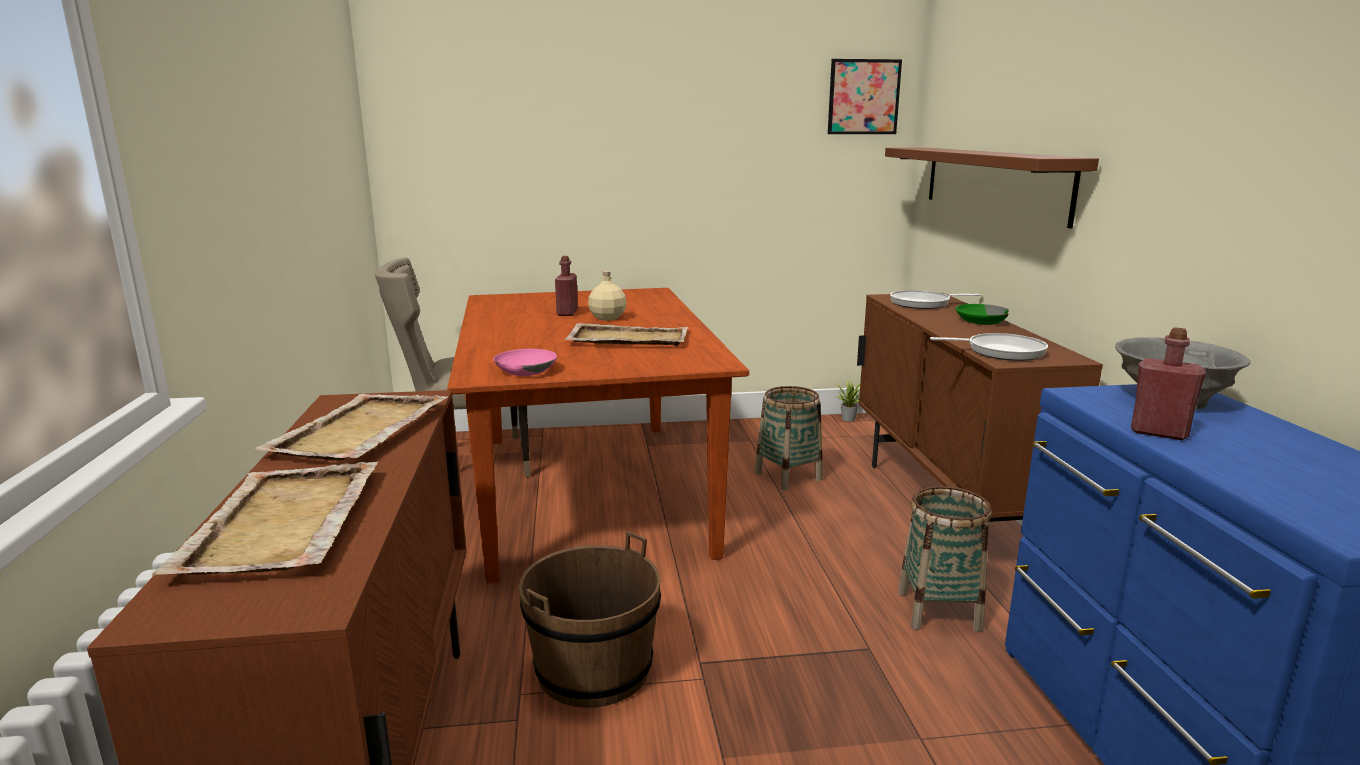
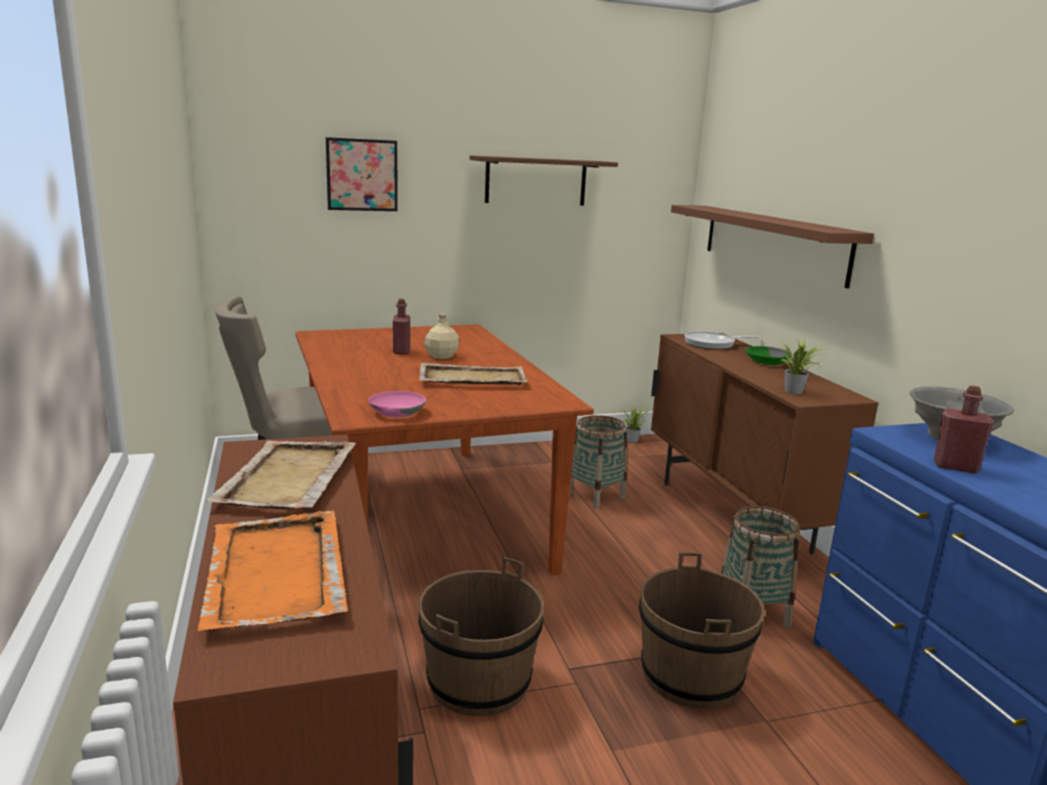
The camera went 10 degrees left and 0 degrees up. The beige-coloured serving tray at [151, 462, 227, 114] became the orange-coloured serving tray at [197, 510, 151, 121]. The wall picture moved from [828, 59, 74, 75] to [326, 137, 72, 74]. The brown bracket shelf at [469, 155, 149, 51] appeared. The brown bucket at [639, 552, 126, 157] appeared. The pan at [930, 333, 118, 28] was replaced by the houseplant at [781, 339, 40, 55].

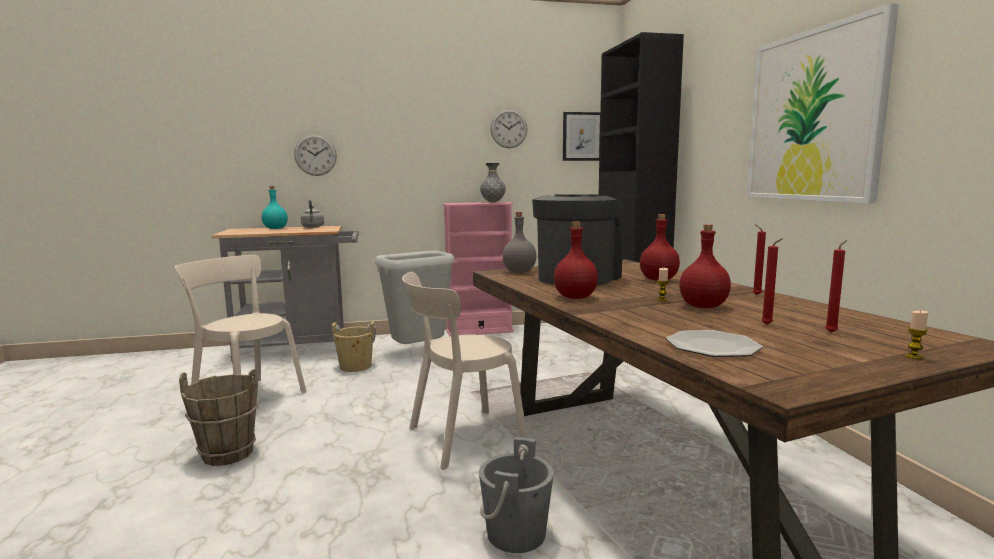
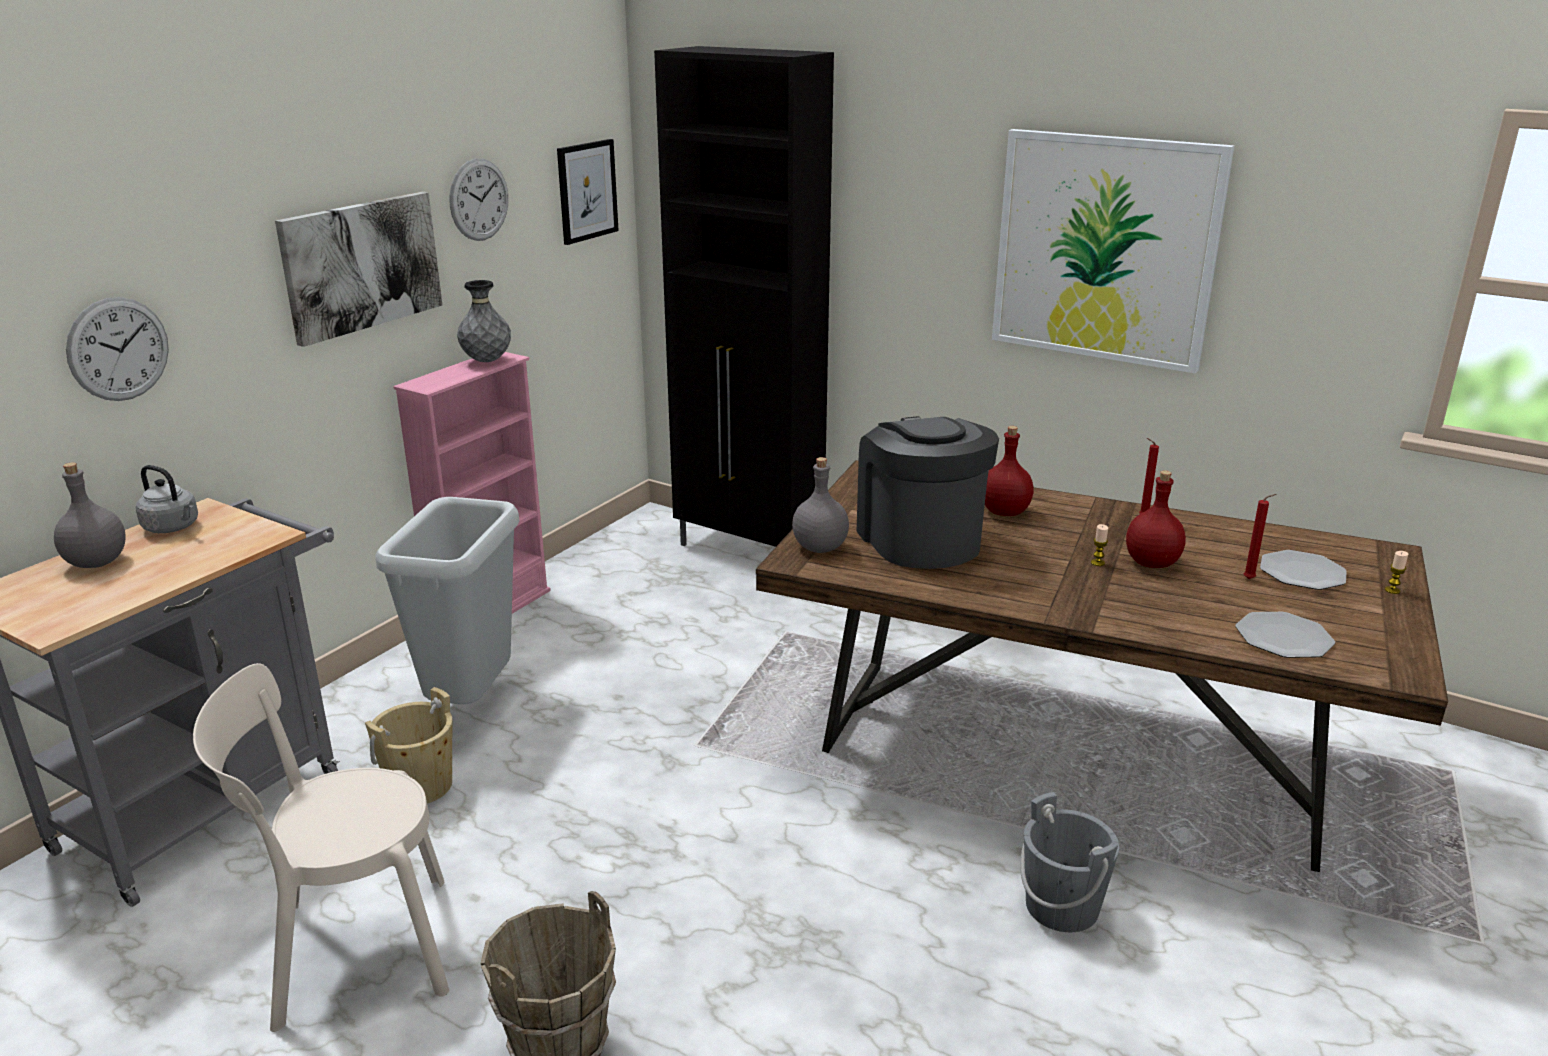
The camera went 45 degrees left and 15 degrees up. The blue-green drink bottle at [262, 186, 26, 43] became the gray drink bottle at [54, 462, 72, 106]. The wall picture at [275, 192, 167, 155] appeared. The reddish candle at [825, 240, 22, 93] was replaced by the dinner plate at [1260, 550, 87, 40]. The beige-coloured chair at [402, 272, 125, 198] disappeared. The reddish drink bottle at [554, 221, 44, 78] disappeared.

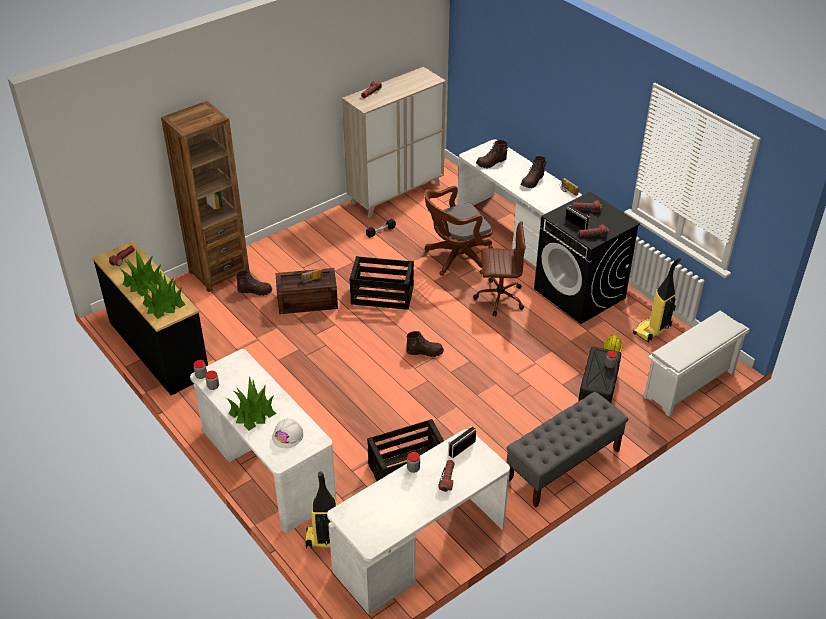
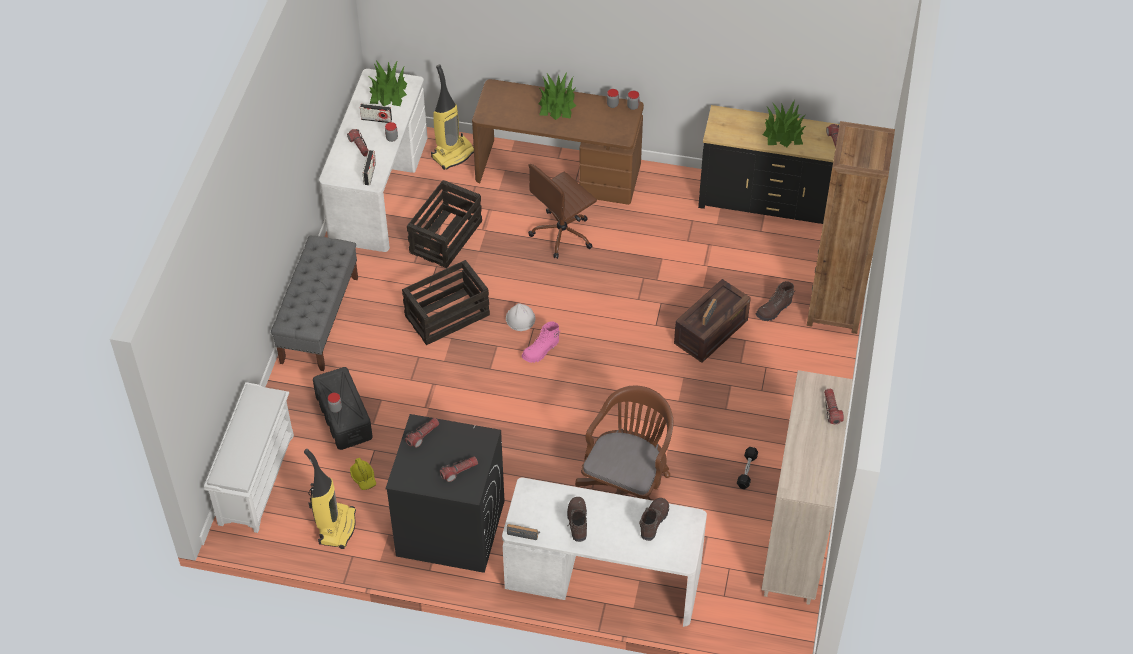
The camera went 140 degrees right and 10 degrees up. The radio receiver moved from [565, 205, 25, 25] to [360, 104, 32, 19]. The houseplant moved from [140, 271, 46, 48] to [369, 61, 38, 45]. The crate moved from [349, 256, 65, 54] to [402, 260, 88, 85]. The white desk unit at [190, 349, 147, 183] became the brown desk unit at [472, 79, 172, 126]. The white work helmet moved from [272, 418, 32, 30] to [506, 303, 29, 28]. The brown boot at [406, 331, 38, 26] became the pink boot at [522, 321, 39, 42]. The brown computer chair moved from [473, 221, 53, 96] to [528, 164, 69, 95].

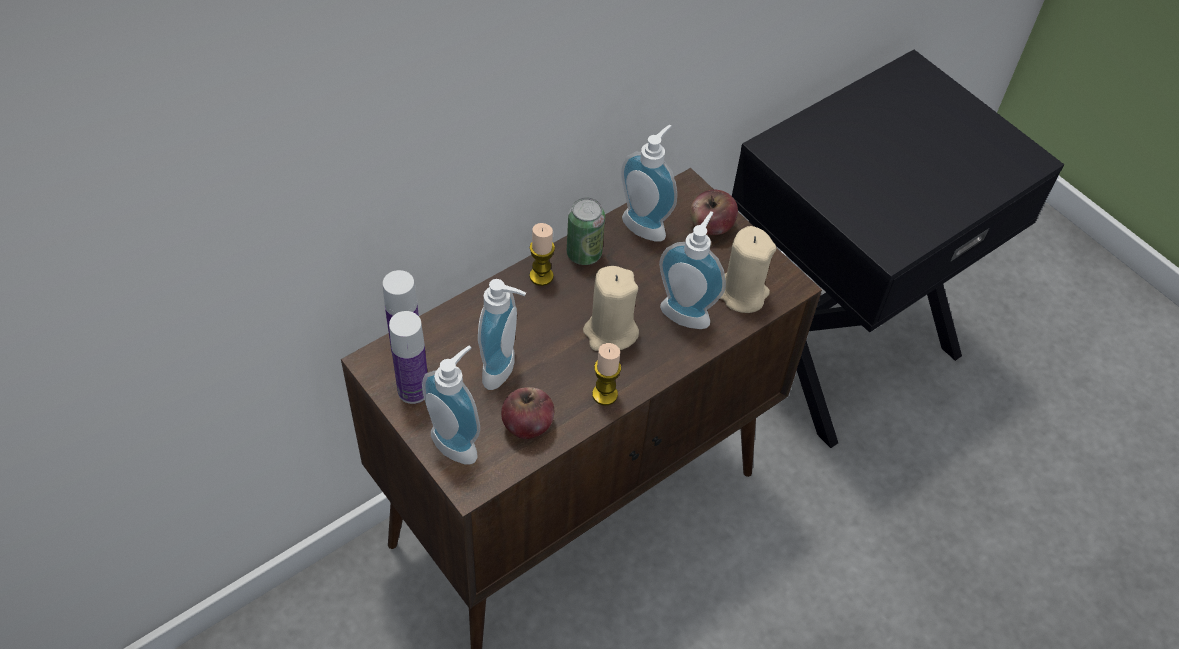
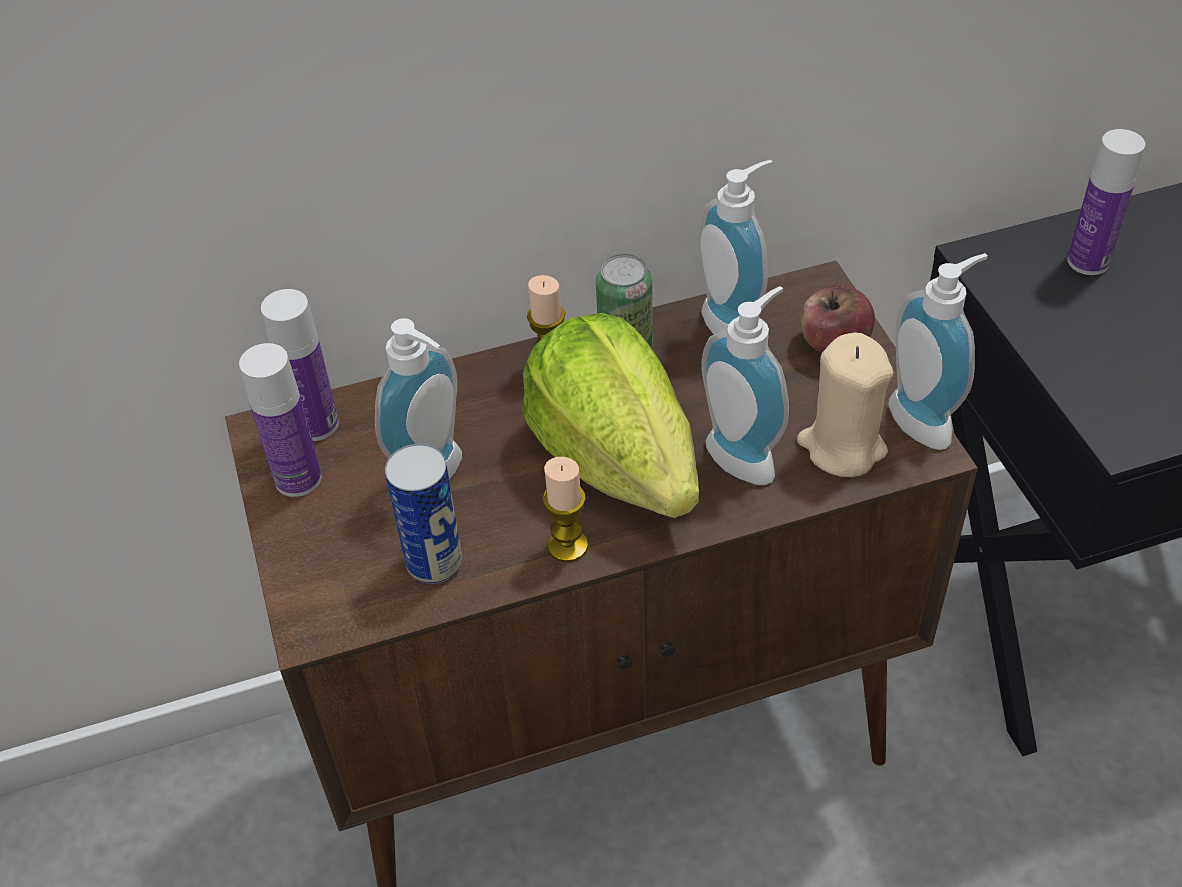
The camera went 25 degrees right and 5 degrees down. The apple fruit at [501, 387, 53, 52] was replaced by the metal can at [385, 444, 77, 140]. The beige-coloured candle at [583, 266, 56, 85] was replaced by the lettuce head at [522, 313, 177, 205]. The soap bottle moved from [422, 345, 58, 119] to [888, 253, 100, 197]. The drink bottle at [1067, 129, 78, 146] appeared.

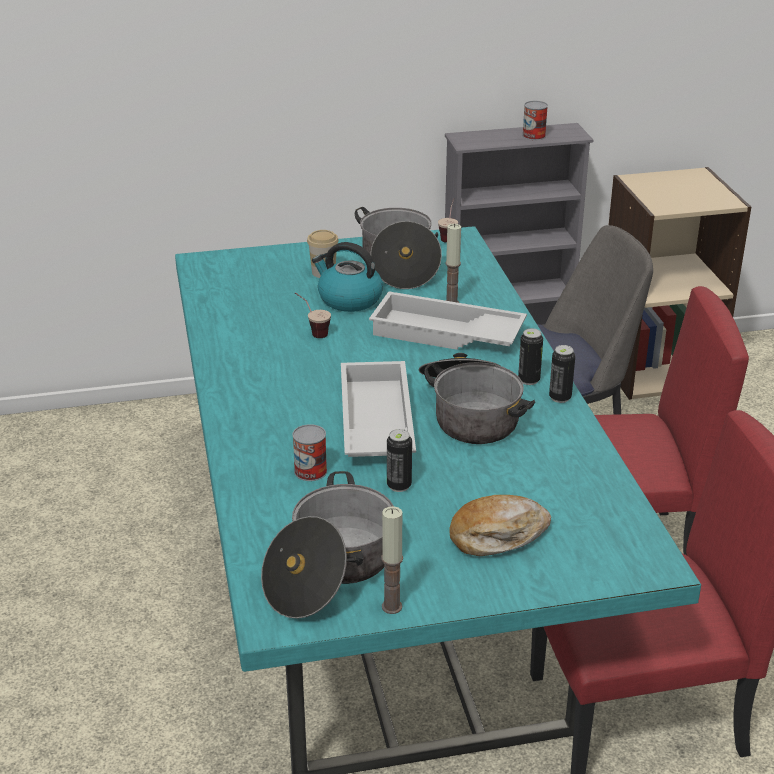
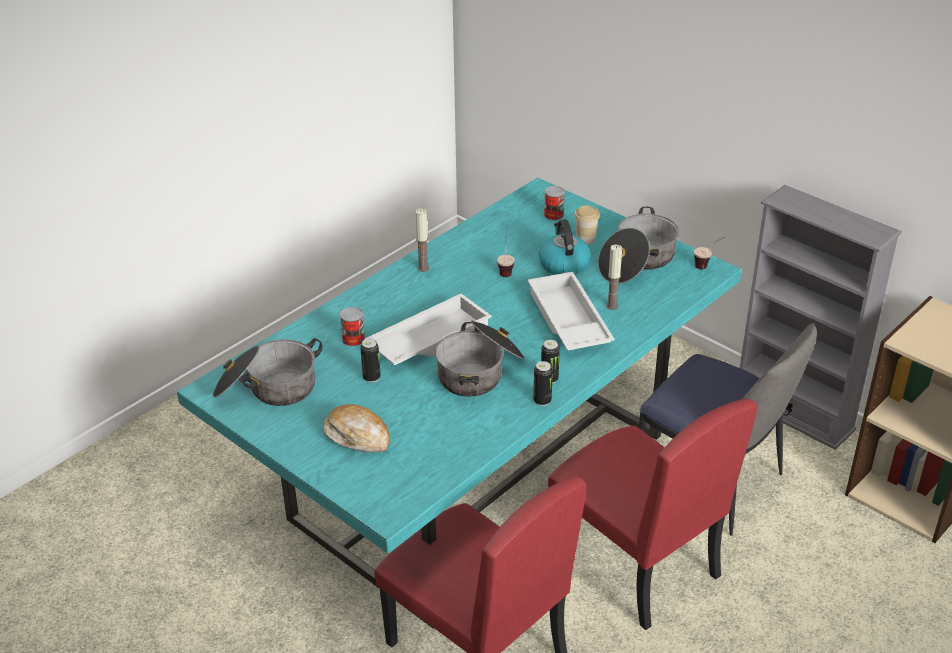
The camera went 55 degrees right and 5 degrees up. The candle moved from [381, 506, 22, 108] to [416, 208, 13, 64]. The metal can moved from [522, 101, 26, 39] to [544, 186, 21, 35].

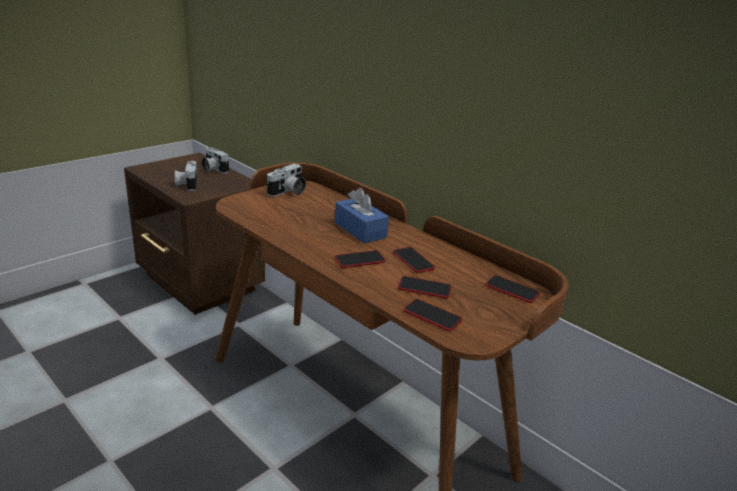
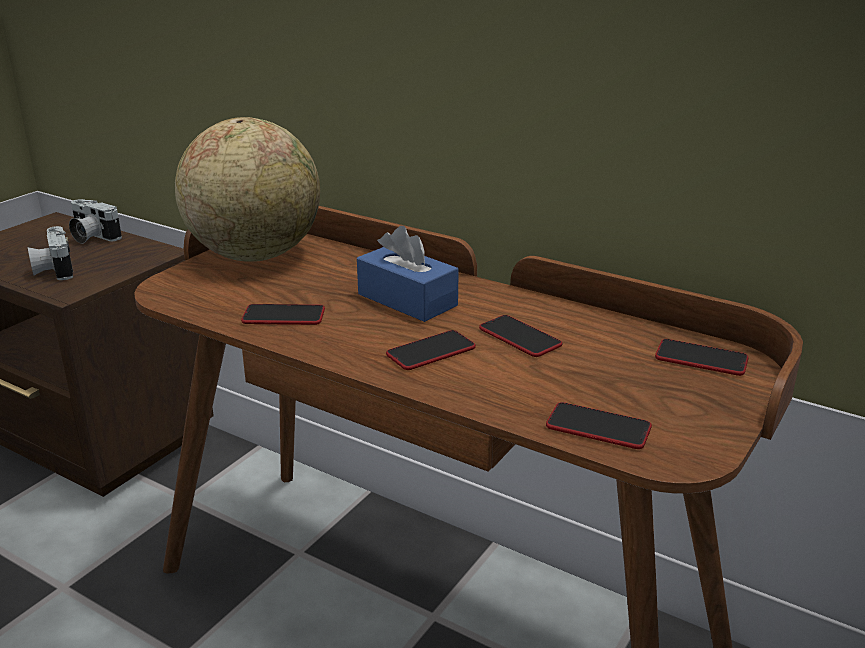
The camera went 10 degrees left and 0 degrees up. The still camera at [267, 164, 39, 33] was replaced by the world globe at [175, 117, 145, 145]. The phone moved from [398, 276, 54, 22] to [241, 304, 84, 21].

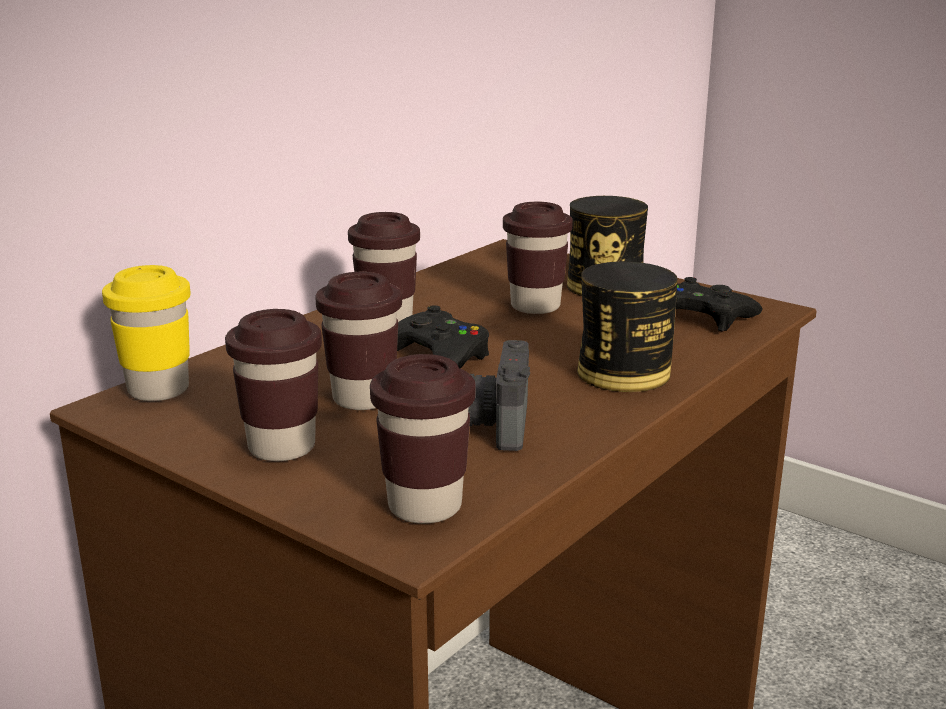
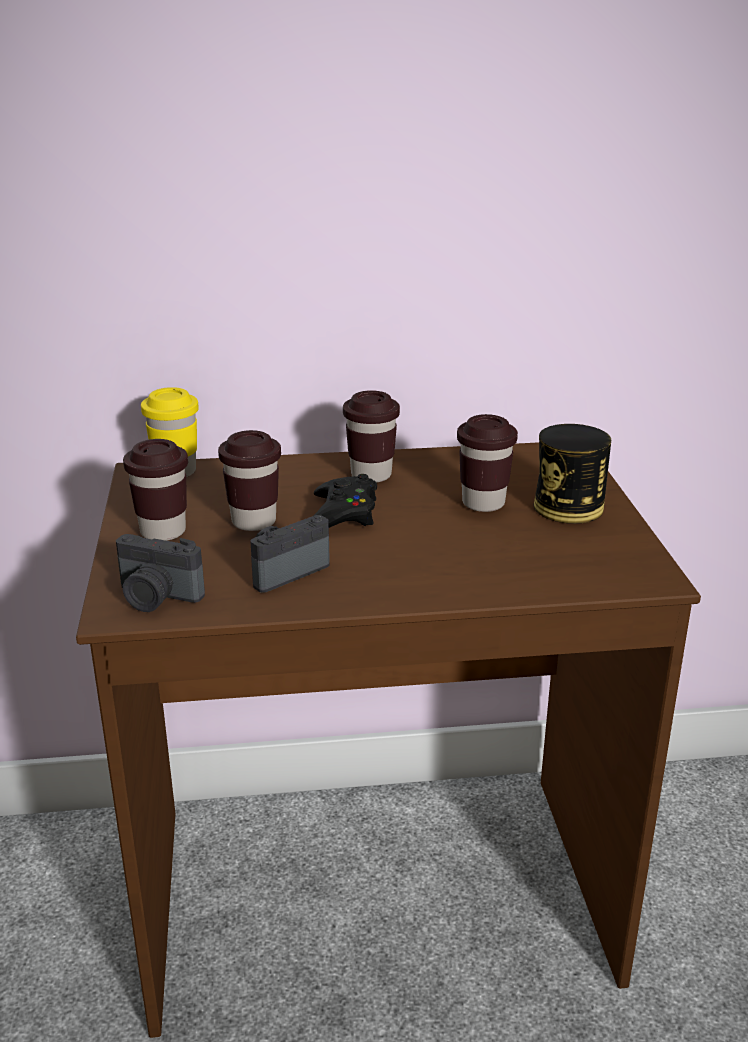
The camera went 45 degrees right and 5 degrees up. The brown cup at [370, 354, 105, 170] was replaced by the still camera at [116, 534, 89, 78]. The metal can at [577, 261, 101, 131] disappeared. The blackish game controller at [676, 277, 87, 54] disappeared.

